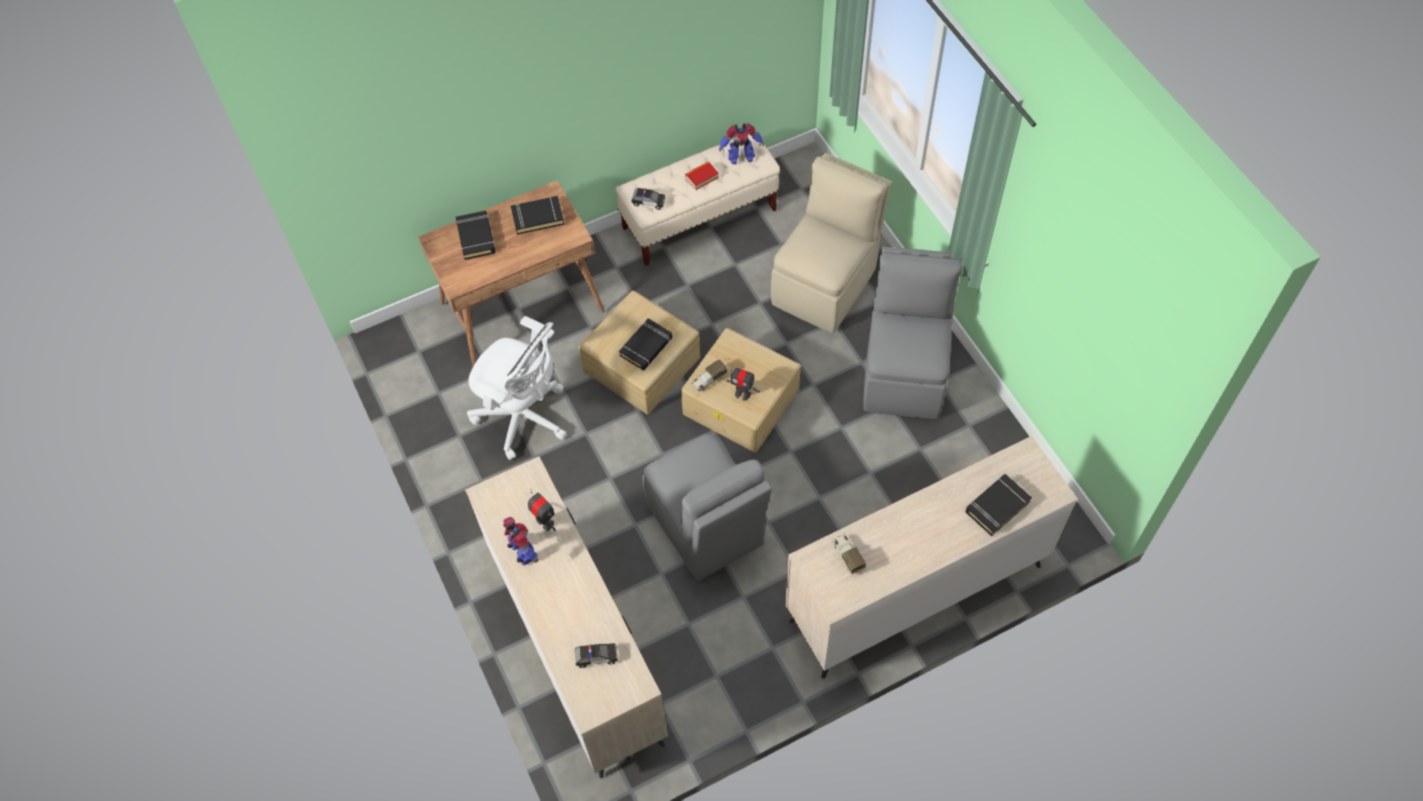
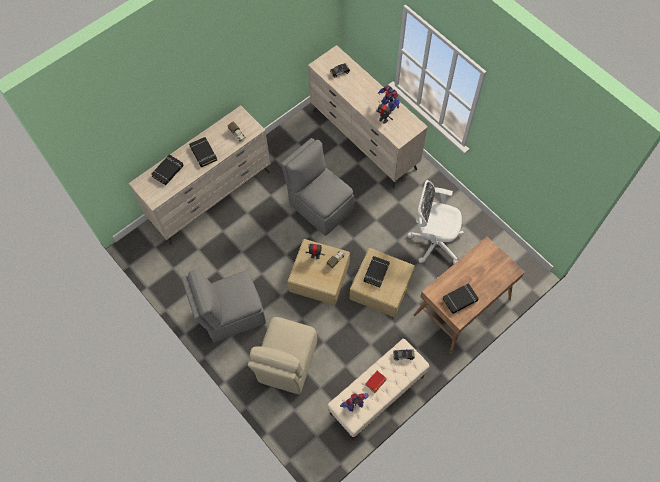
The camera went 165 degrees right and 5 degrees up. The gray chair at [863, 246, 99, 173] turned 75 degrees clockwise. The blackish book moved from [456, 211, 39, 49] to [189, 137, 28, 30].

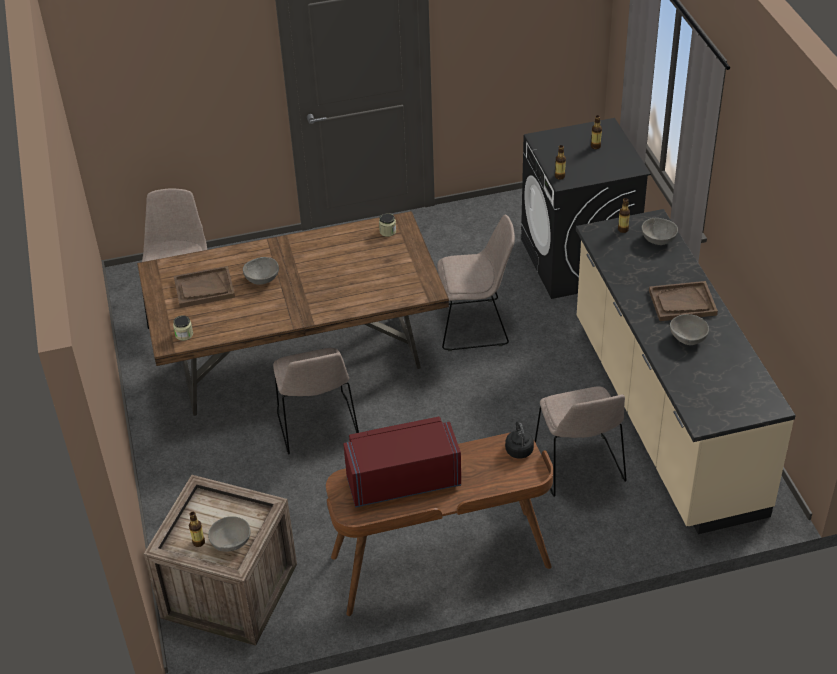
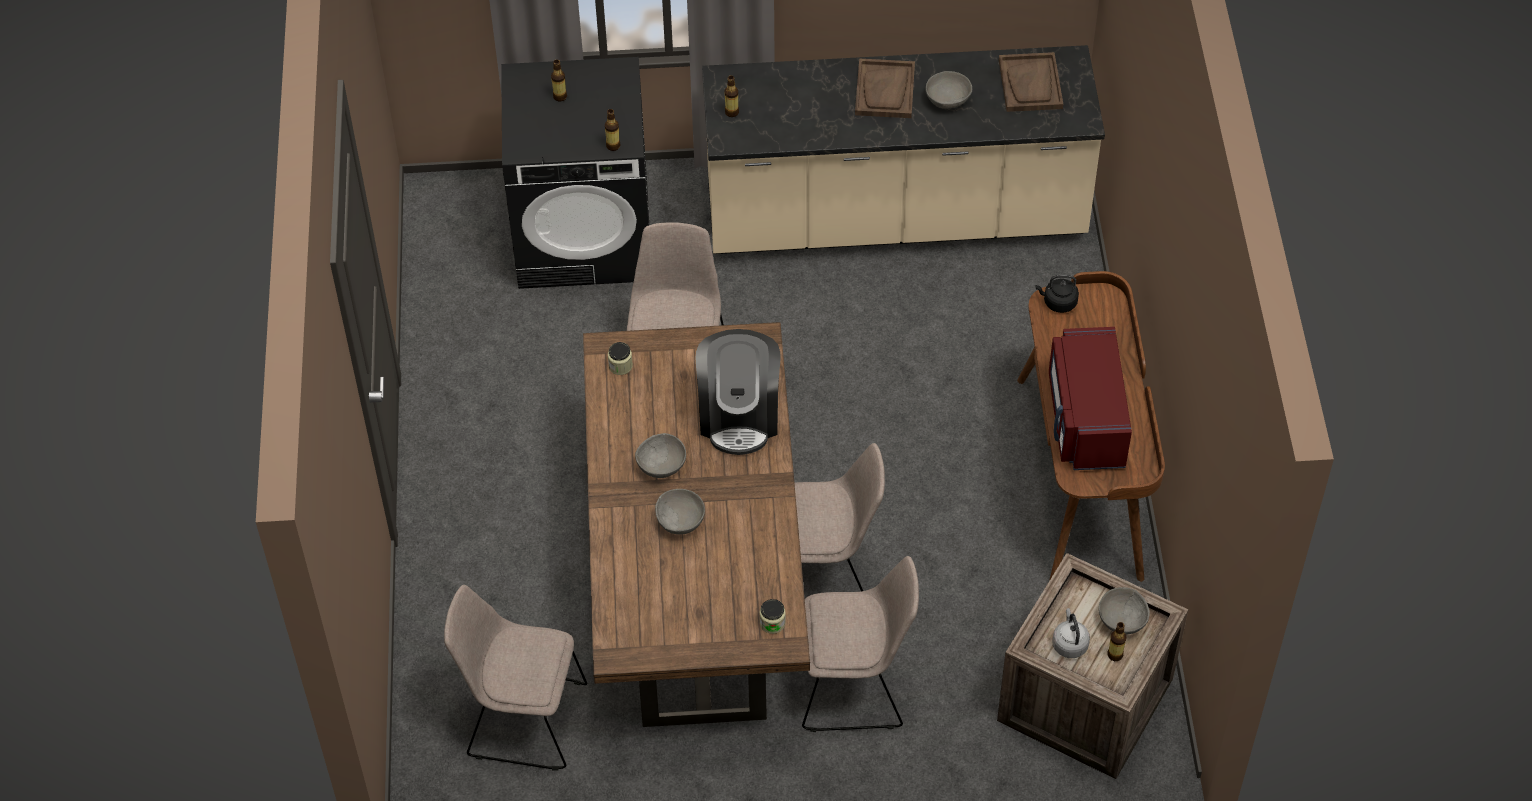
The camera went 80 degrees left and 10 degrees up. The gray deep dish moved from [641, 218, 37, 27] to [635, 433, 51, 45]. The coffee maker at [696, 329, 85, 126] appeared. The beige-coloured chair moved from [535, 386, 92, 111] to [802, 556, 117, 176]. The brown serving tray moved from [174, 266, 61, 42] to [999, 52, 64, 60]. The gray kettle at [1052, 608, 38, 50] appeared.

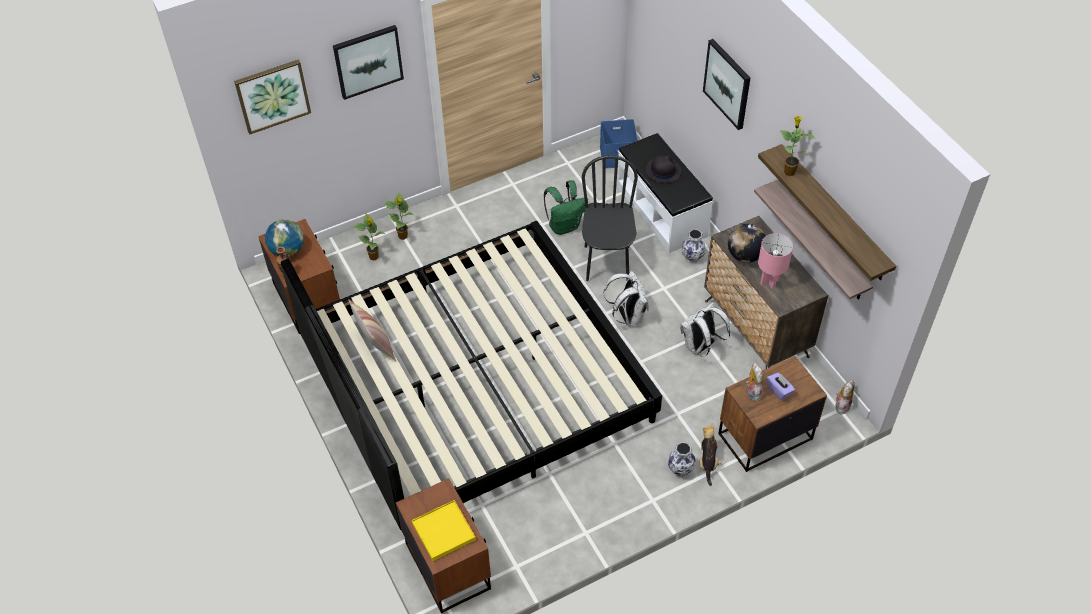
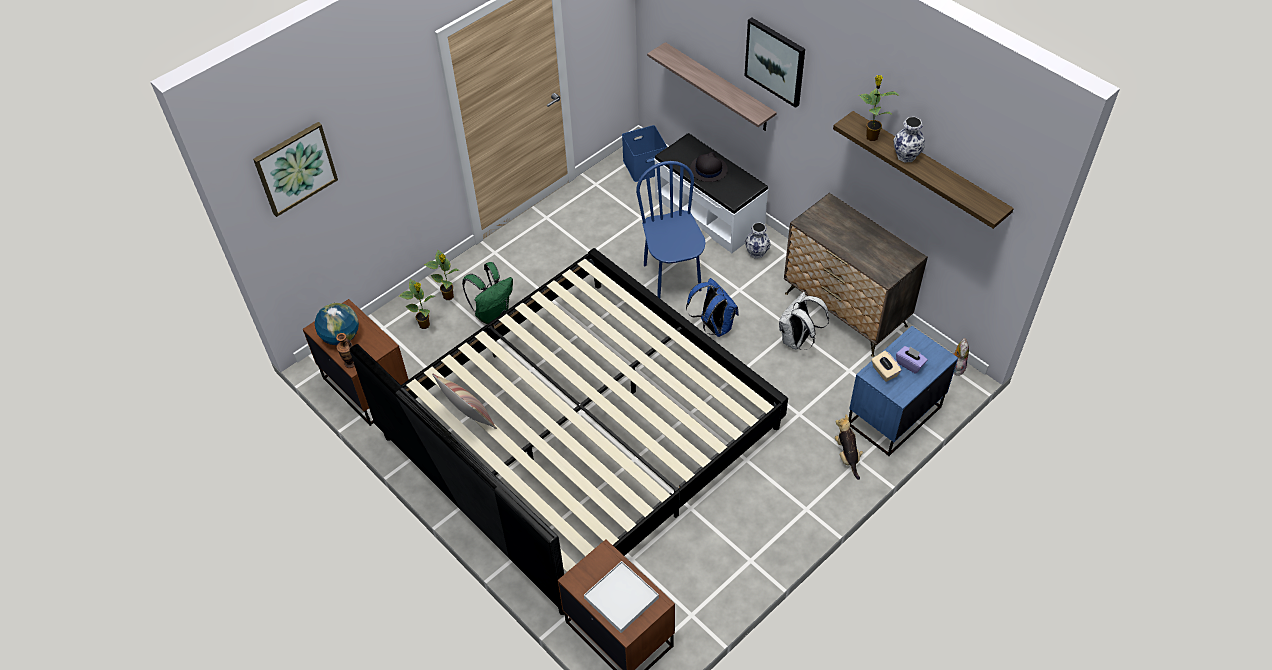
The camera went 15 degrees left and 0 degrees up. The green-coloured backpack moved from [544, 180, 44, 55] to [462, 262, 51, 62]. The yellowish serving tray at [412, 500, 64, 61] became the white serving tray at [584, 561, 75, 72]. The blackish chair at [582, 155, 56, 126] became the bluish chair at [636, 161, 70, 137]. The bracket shelf moved from [754, 180, 119, 120] to [647, 42, 130, 89]. The white backpack at [603, 271, 46, 56] became the bluish backpack at [686, 278, 53, 59]. The brown bedside table at [718, 356, 109, 116] became the bluish bedside table at [849, 326, 109, 130]. The cuddly toy at [746, 362, 17, 39] was replaced by the beige-coloured tissue box at [871, 351, 30, 31]. The flower vase moved from [668, 442, 28, 35] to [893, 117, 32, 46]. The wall picture at [333, 25, 71, 75] disappeared. The world globe at [728, 223, 38, 40] disappeared. The pink tabletop lamp at [758, 233, 35, 57] disappeared.

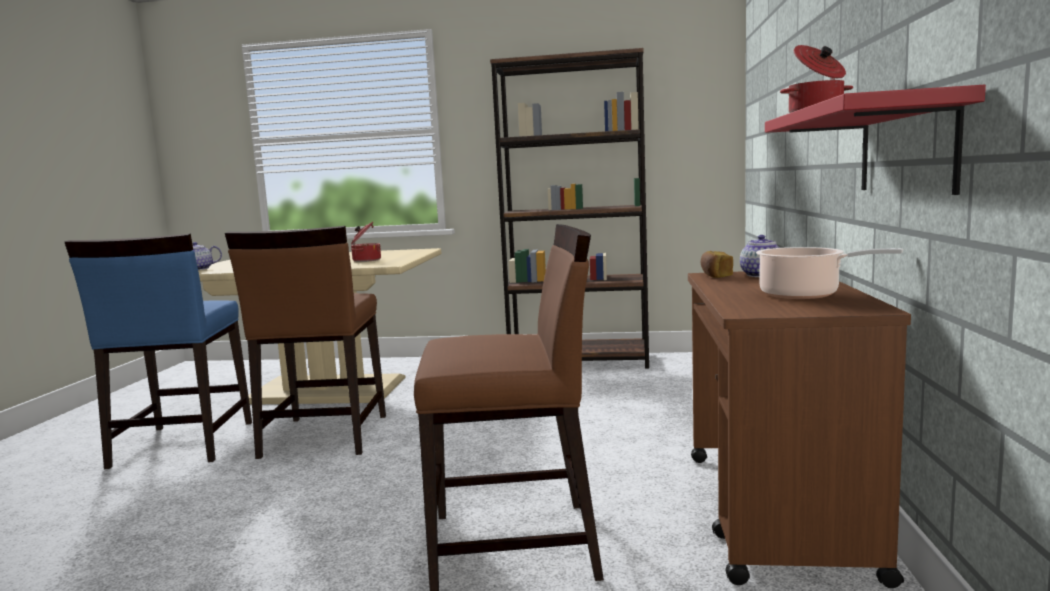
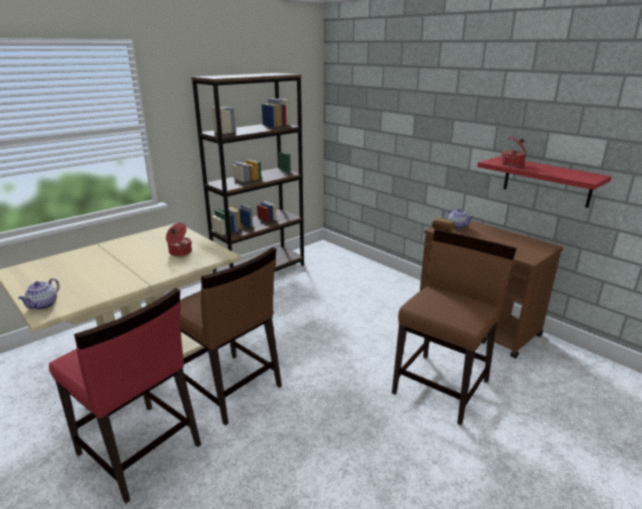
The camera went 50 degrees left and 15 degrees up. The bluish chair at [65, 234, 187, 235] became the reddish chair at [49, 288, 152, 215]. The cooking pot at [756, 247, 147, 52] disappeared.

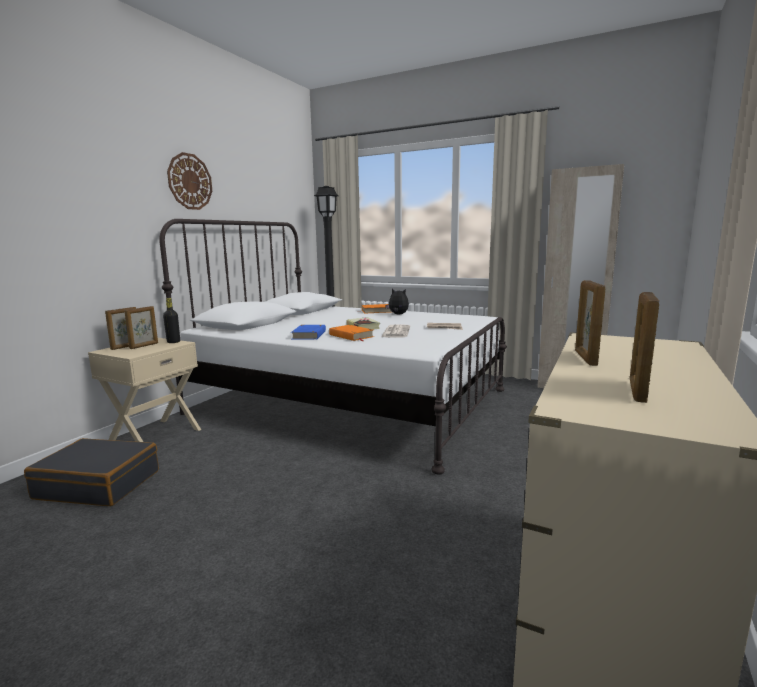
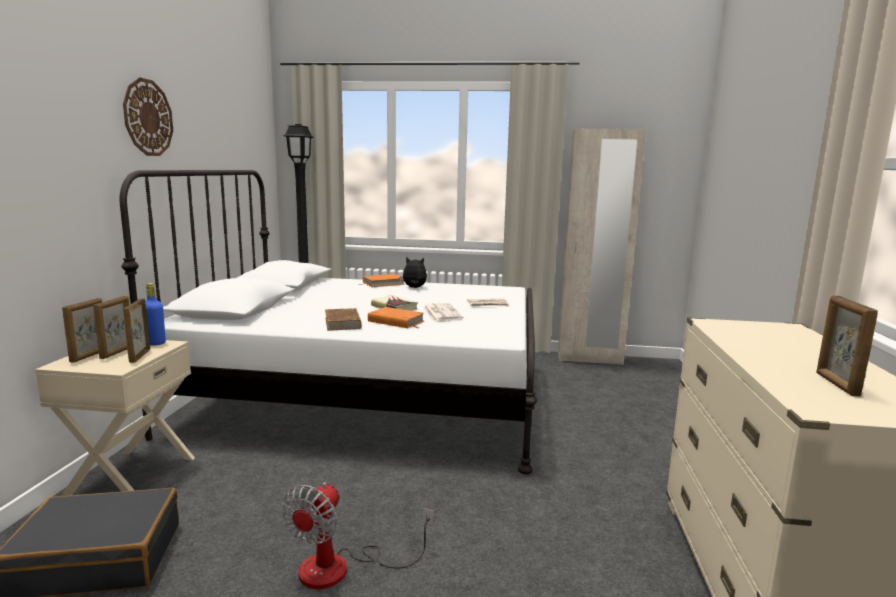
The camera went 20 degrees left and 0 degrees up. The photo frame moved from [575, 280, 31, 86] to [123, 299, 27, 64]. The blackish drink bottle at [163, 298, 17, 45] became the bluish drink bottle at [145, 283, 21, 63]. The electric fan at [282, 482, 152, 107] appeared. The bluish book at [291, 325, 35, 14] became the brown book at [325, 308, 36, 23].

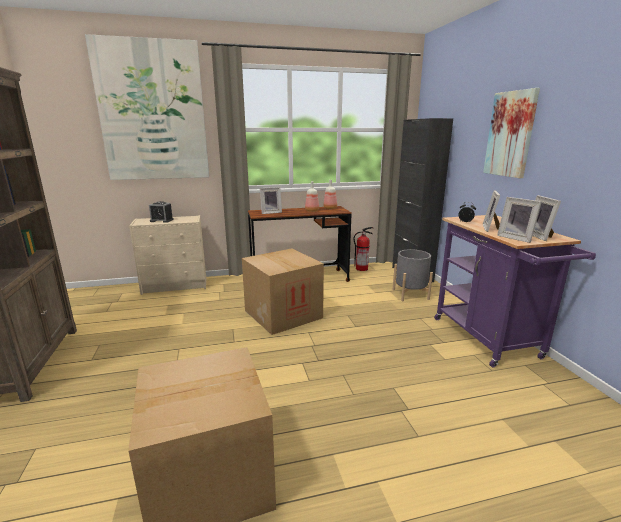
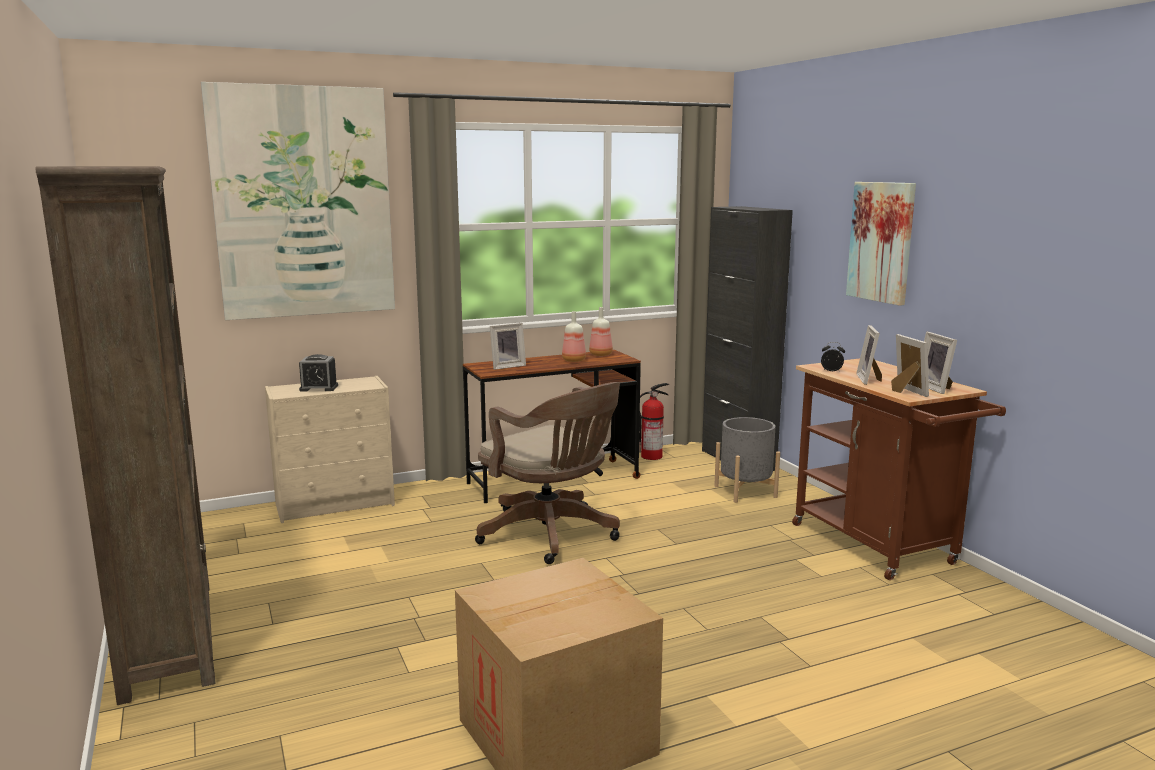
The camera went 10 degrees left and 5 degrees down. The cardboard box at [242, 248, 82, 87] was replaced by the brown computer chair at [475, 382, 145, 182]. The purple trolley at [434, 215, 162, 152] became the brown trolley at [792, 359, 214, 221]. The photo frame at [497, 197, 45, 46] turned 150 degrees counterclockwise.

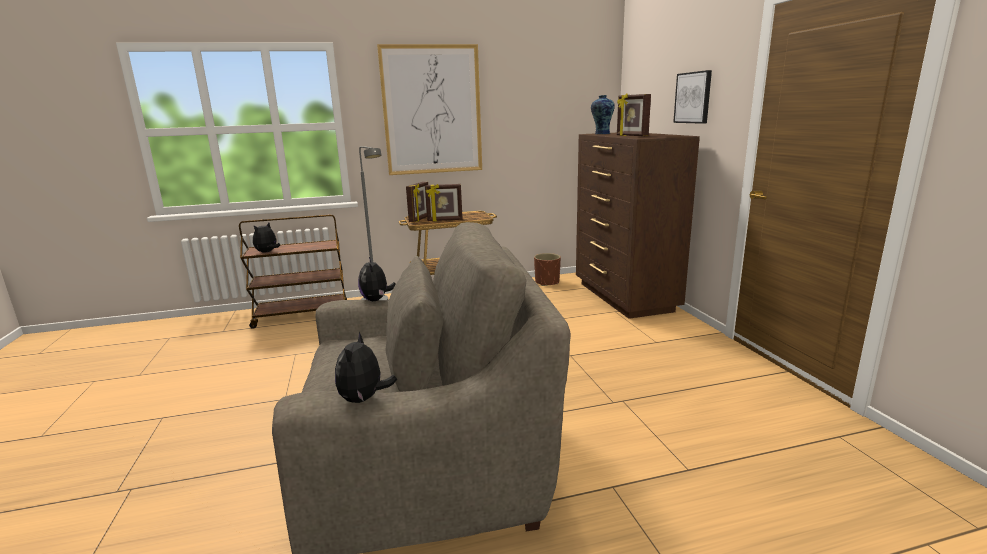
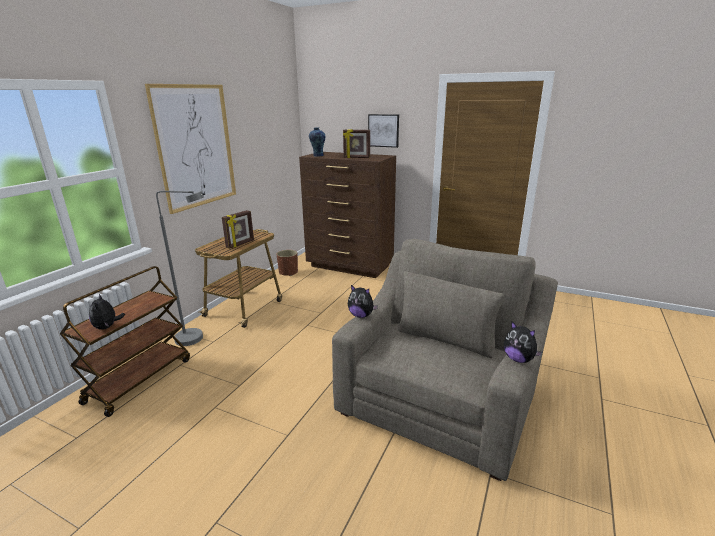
The camera went 50 degrees left and 5 degrees up. The photo frame at [406, 182, 22, 40] disappeared.

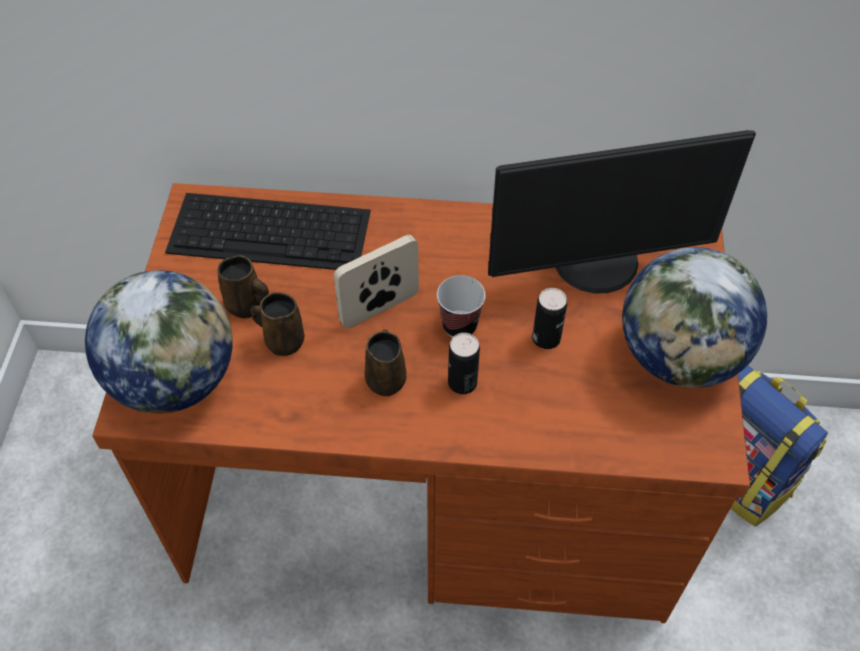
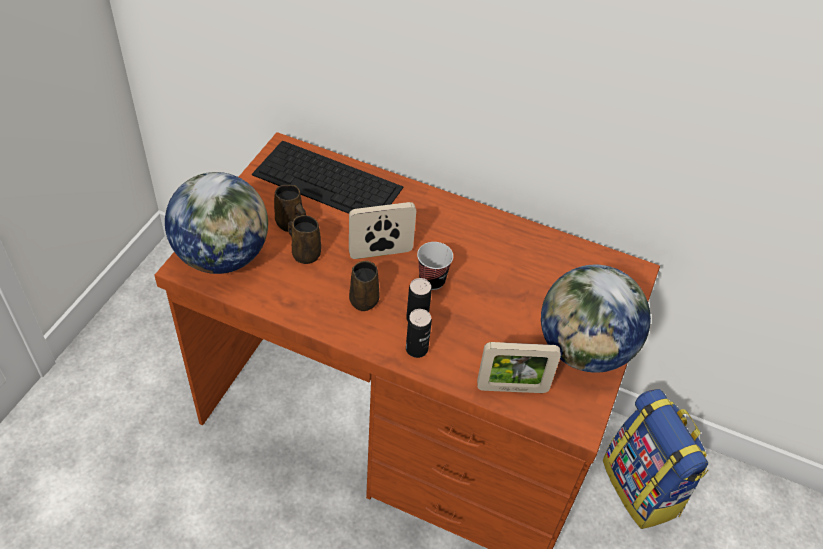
The camera went 15 degrees right and 5 degrees down. The metal can moved from [532, 288, 35, 61] to [406, 309, 26, 49]. The photo frame at [477, 342, 84, 51] appeared. The computer display at [488, 130, 268, 164] disappeared.

